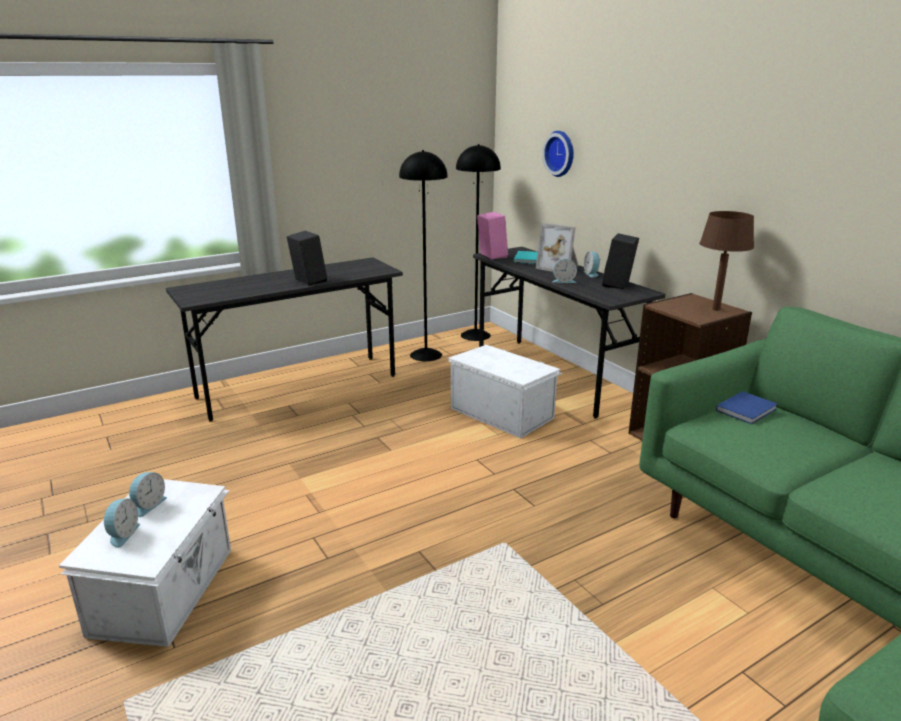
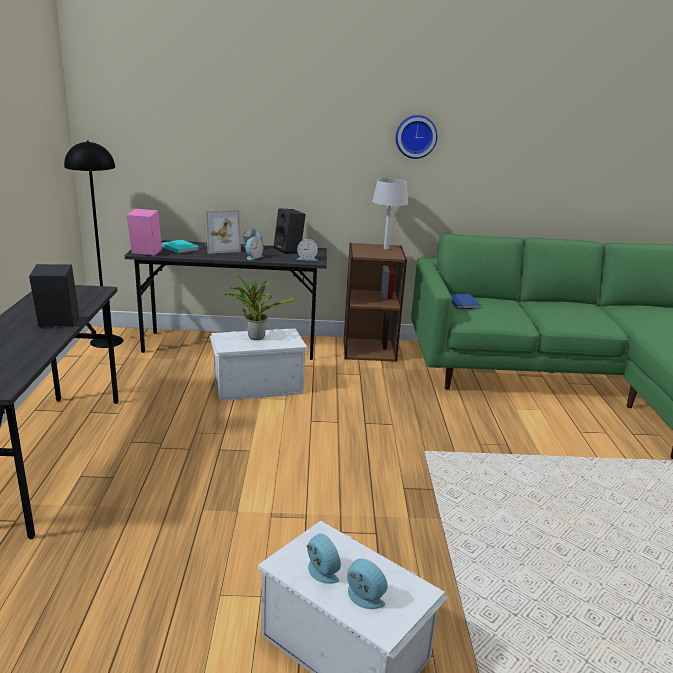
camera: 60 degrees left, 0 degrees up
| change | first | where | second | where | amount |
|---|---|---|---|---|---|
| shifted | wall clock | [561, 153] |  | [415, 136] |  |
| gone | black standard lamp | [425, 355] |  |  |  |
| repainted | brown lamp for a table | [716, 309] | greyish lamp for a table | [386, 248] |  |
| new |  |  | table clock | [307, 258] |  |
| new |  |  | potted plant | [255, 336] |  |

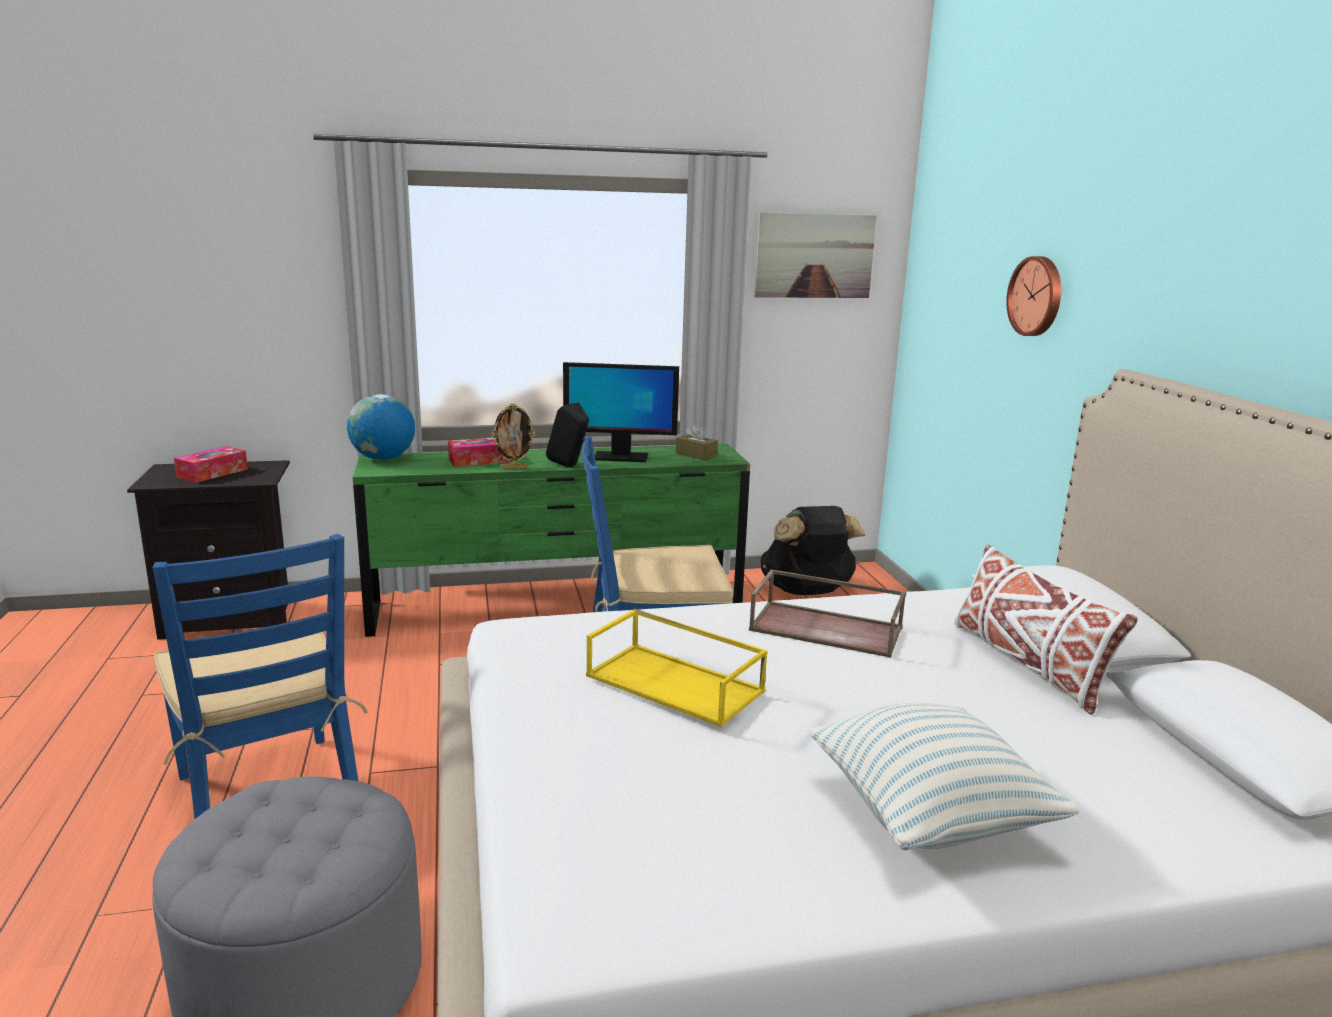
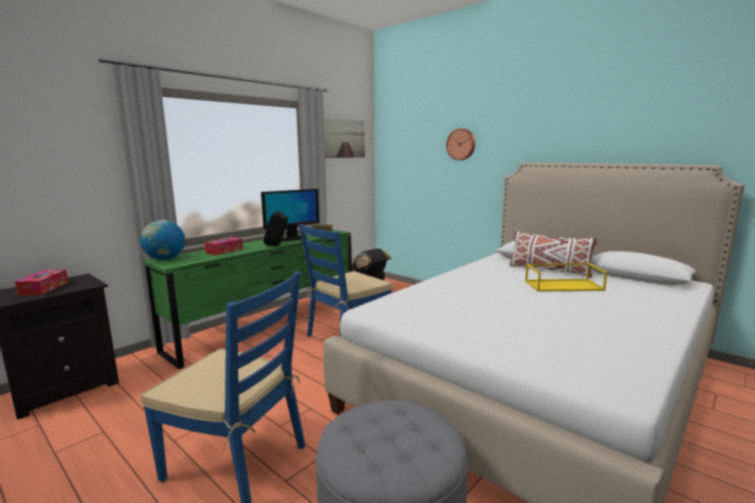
camera: 35 degrees left, 5 degrees down
| change | first | where | second | where | amount |
|---|---|---|---|---|---|
| gone | photo frame | [514, 468] |  |  |  |
| gone | brown carrying tray | [828, 628] |  |  |  |
| shifted | yellow-coloured carrying tray | [677, 683] |  | [564, 285] |  |
| gone | pillow | [929, 816] |  |  |  |

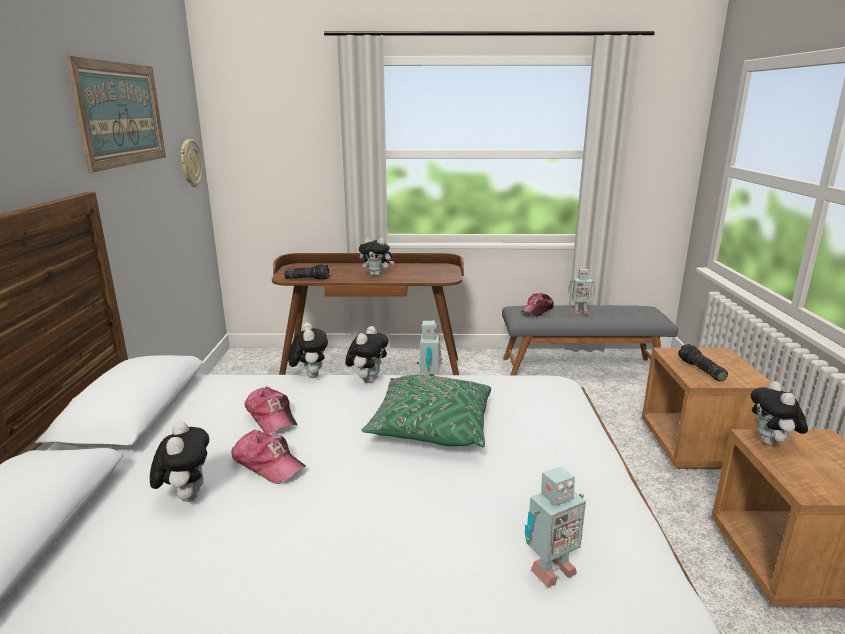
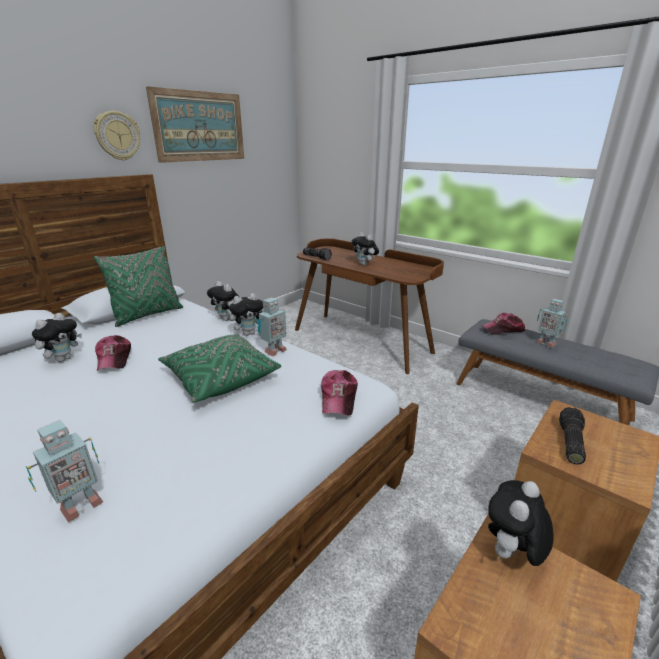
camera: 40 degrees right, 5 degrees up
| change | first | where | second | where | amount |
|---|---|---|---|---|---|
| shifted | wall clock | [190, 163] |  | [117, 136] |  |
| rotated | cuddly toy | [310, 375] |  | [228, 319] | 105 degrees clockwise |
| shifted | baseball cap | [272, 417] |  | [339, 398] |  |
| rotated | toy robot | [549, 570] |  | [79, 505] | 60 degrees counterclockwise |
| new |  |  | greenish pillow | [148, 315] |  |

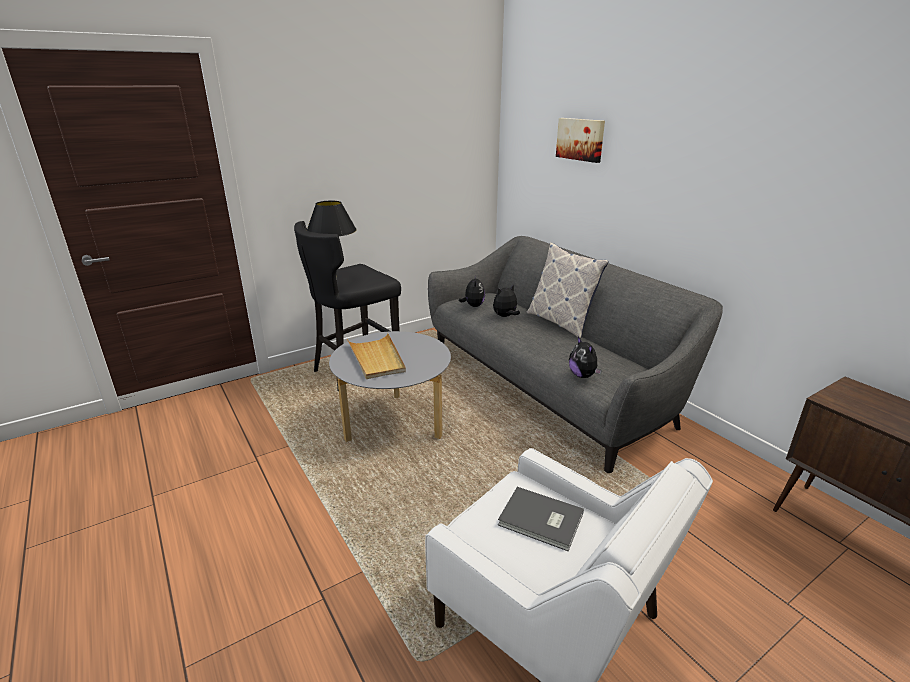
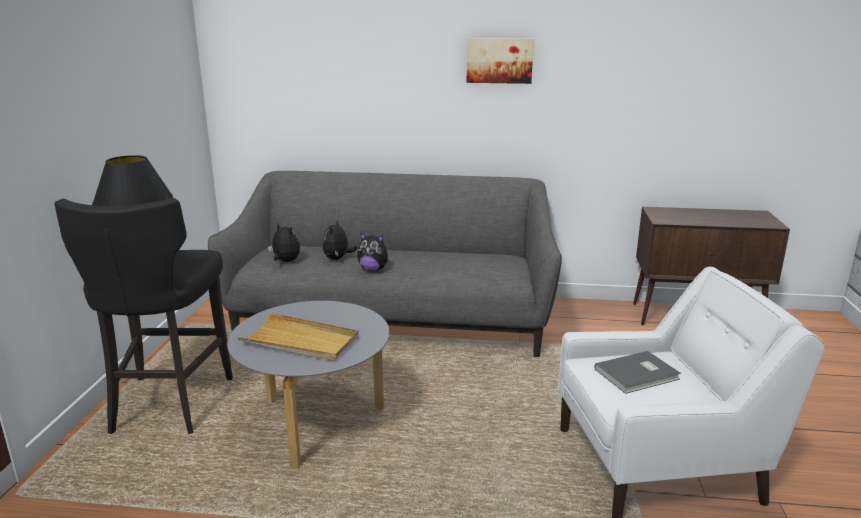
camera: 50 degrees left, 5 degrees down
| change | first | where | second | where | amount |
|---|---|---|---|---|---|
| shifted | wall picture | [581, 139] |  | [499, 60] |  |
| gone | pillow | [561, 322] |  |  |  |
| shifted | cuddly toy | [583, 375] |  | [373, 270] |  |

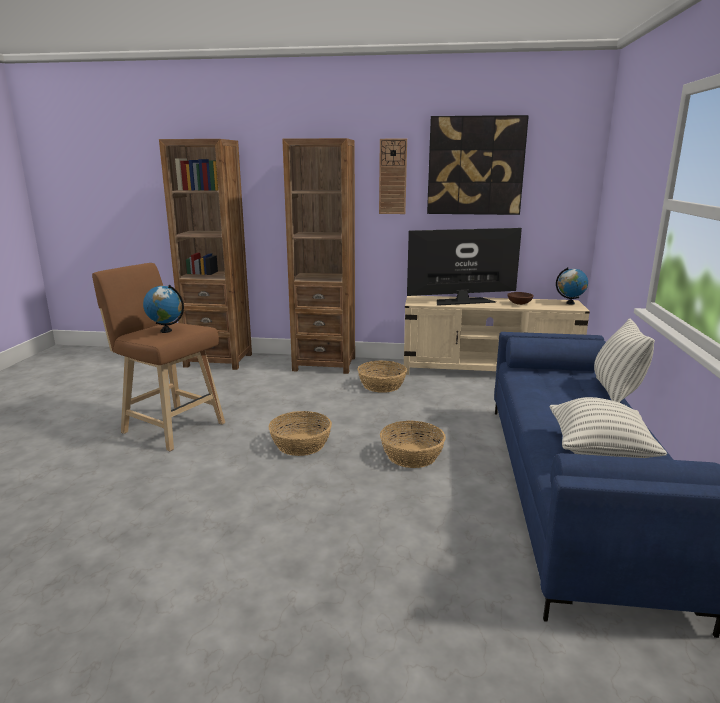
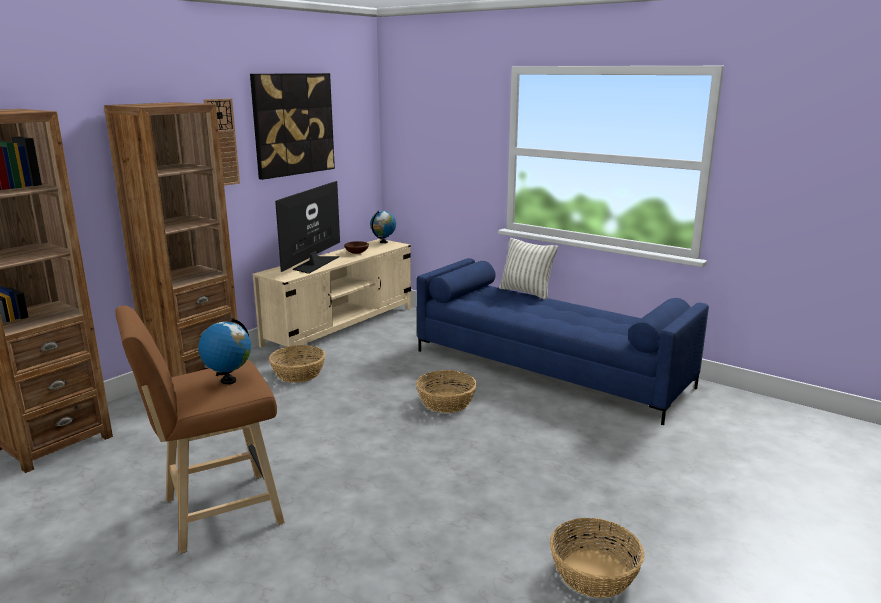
camera: 60 degrees left, 0 degrees up
| change | first | where | second | where | amount |
|---|---|---|---|---|---|
| gone | pillow | [599, 452] |  |  |  |
| shifted | storage basket | [301, 444] |  | [593, 573] |  |

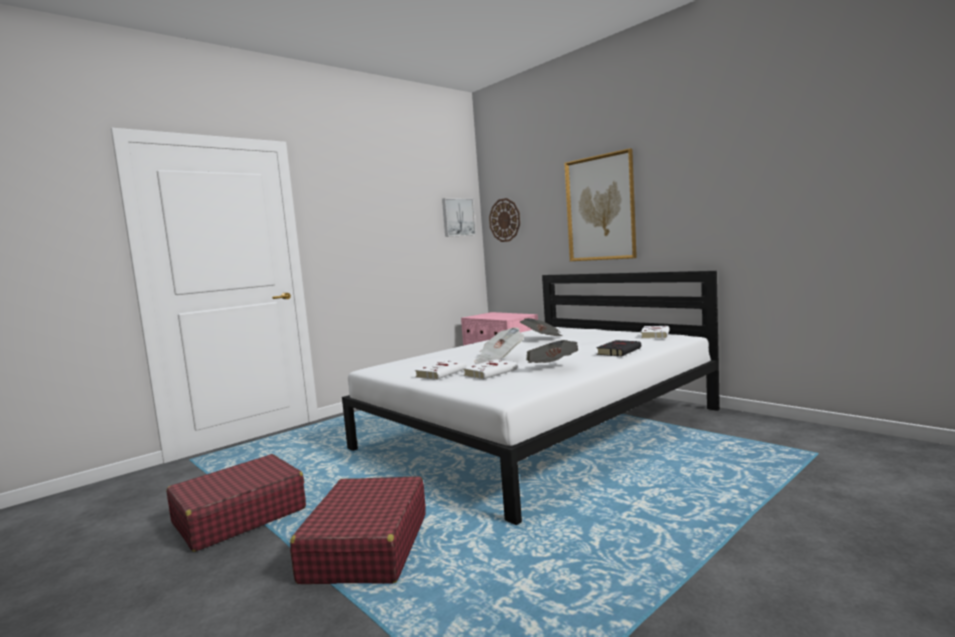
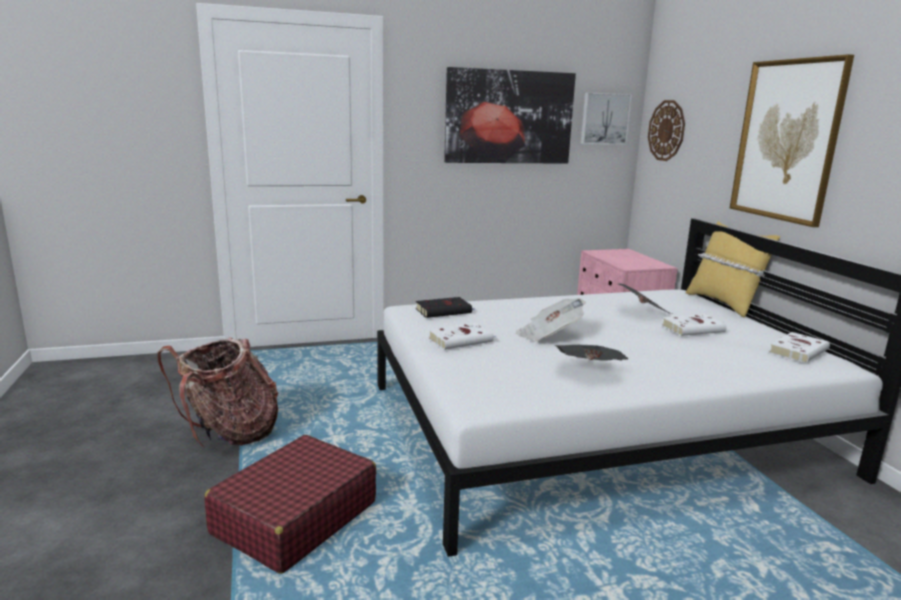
camera: 25 degrees right, 10 degrees up
| change | first | where | second | where | amount |
|---|---|---|---|---|---|
| shifted | black bound book | [619, 351] |  | [445, 311] |  |
| shifted | white bound book | [491, 372] |  | [694, 329] |  |
| swapped | red travel case | [239, 516] | rucksack | [230, 434] |  |
| new |  |  | wall picture | [509, 117] |  |
| new |  |  | yellow-coloured pillow | [723, 304] |  |

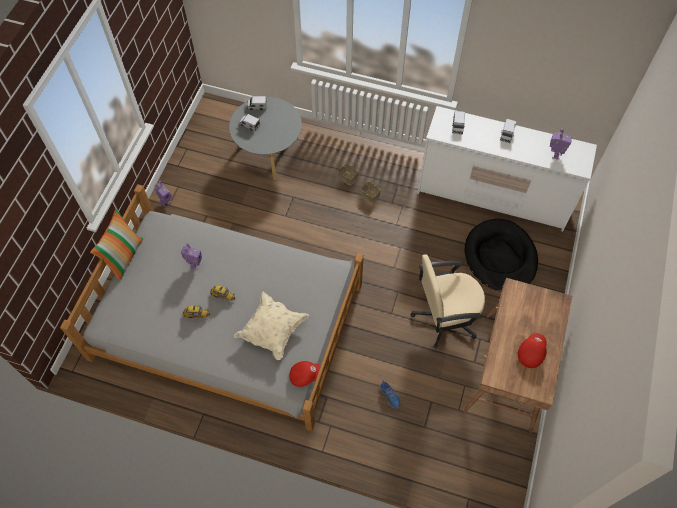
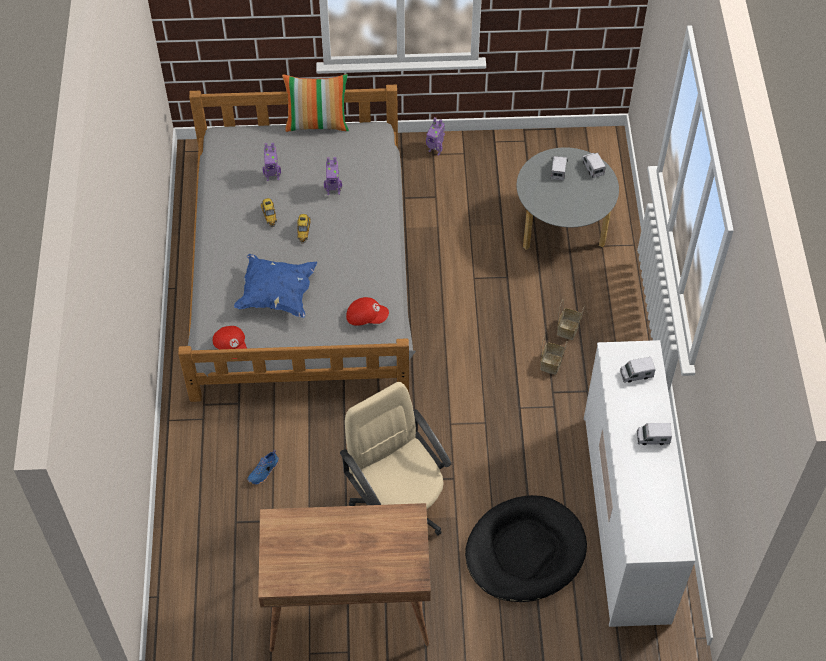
camera: 70 degrees right, 5 degrees down
| change | first | where | second | where | amount |
|---|---|---|---|---|---|
| shifted | toy robot | [555, 154] |  | [272, 176] |  |
| repainted | beige-coloured pillow | [272, 330] | blue-coloured pillow | [276, 294] |  |
| shifted | red baseball cap | [531, 352] |  | [366, 317] |  |

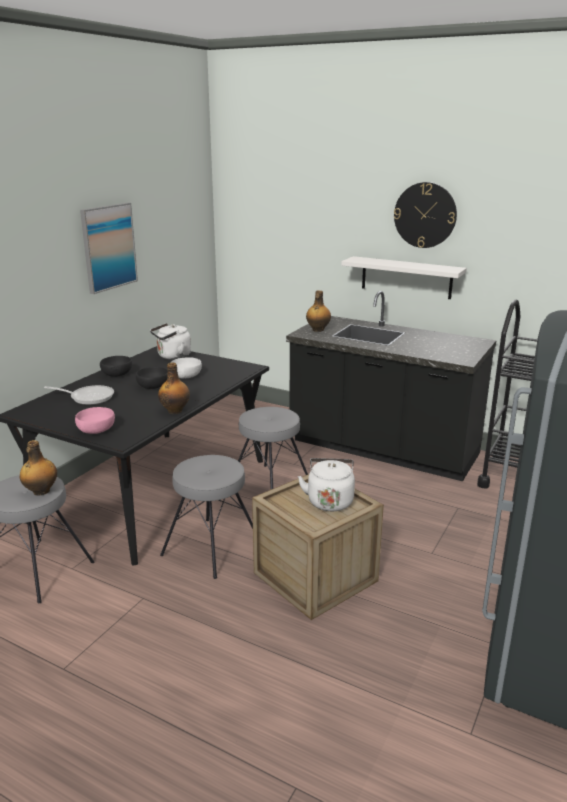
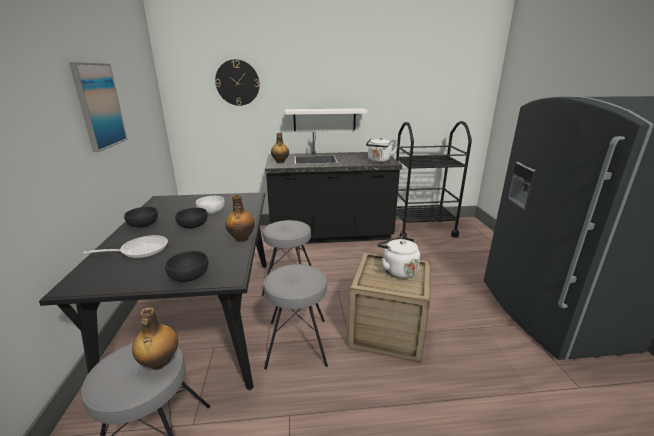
camera: 35 degrees left, 0 degrees up
| change | first | where | second | where | amount |
|---|---|---|---|---|---|
| shifted | wall clock | [425, 215] |  | [237, 83] |  |
| shifted | white tea kettle | [172, 356] |  | [379, 161] |  |
| repainted | pinkish serving bowl | [97, 430] | black serving bowl | [190, 276] |  |

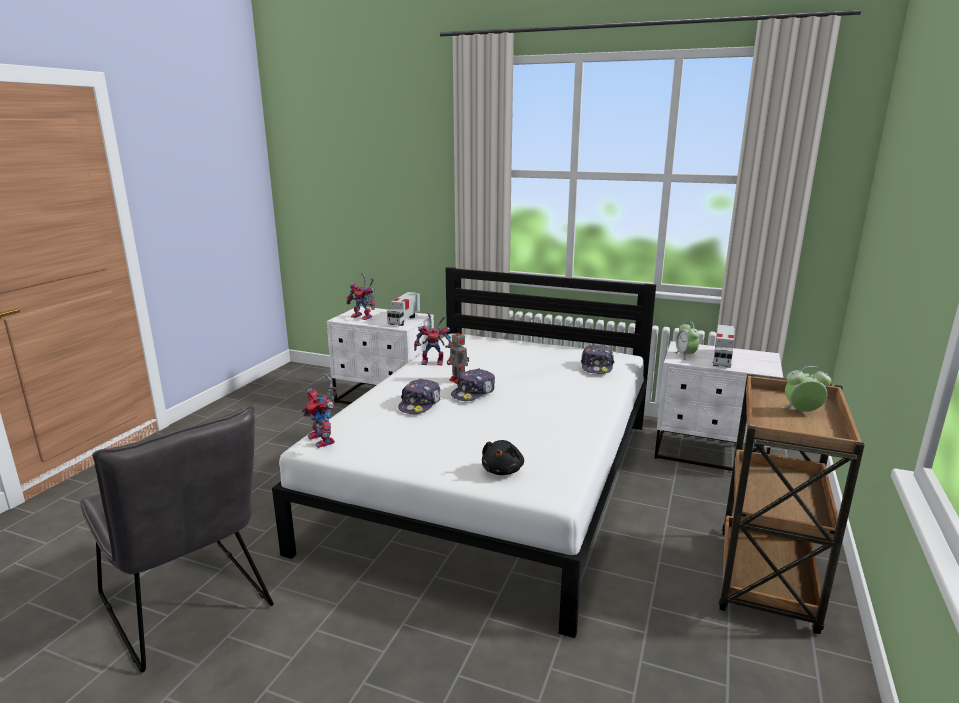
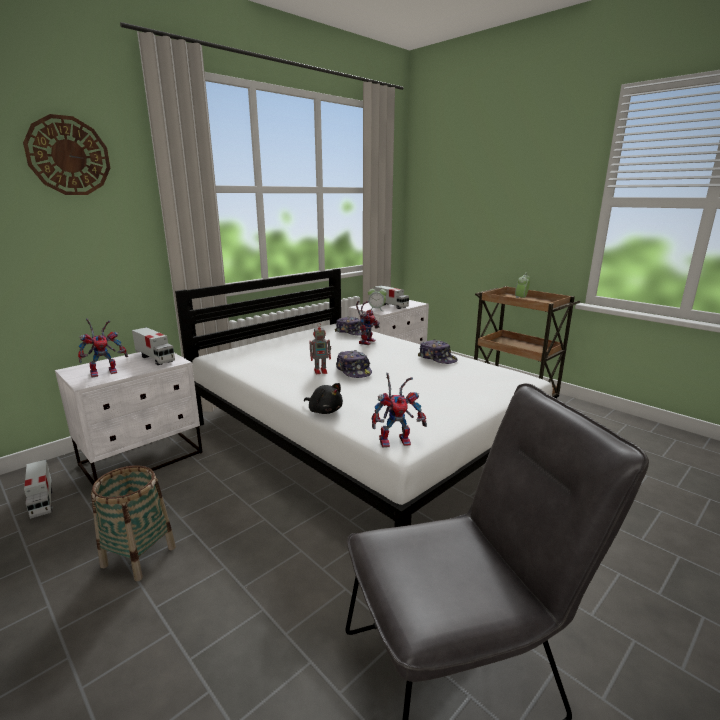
camera: 65 degrees left, 0 degrees up
| change | first | where | second | where | amount |
|---|---|---|---|---|---|
| shifted | toy robot | [434, 362] |  | [366, 341] |  |
| shifted | baseball cap | [420, 404] |  | [437, 358] |  |
| shifted | black cuddly toy | [503, 470] |  | [324, 411] |  |
| new |  |  | wall clock | [68, 156] |  |
| new |  |  | toy truck | [42, 501] |  |
| new |  |  | storage basket | [139, 556] |  |

